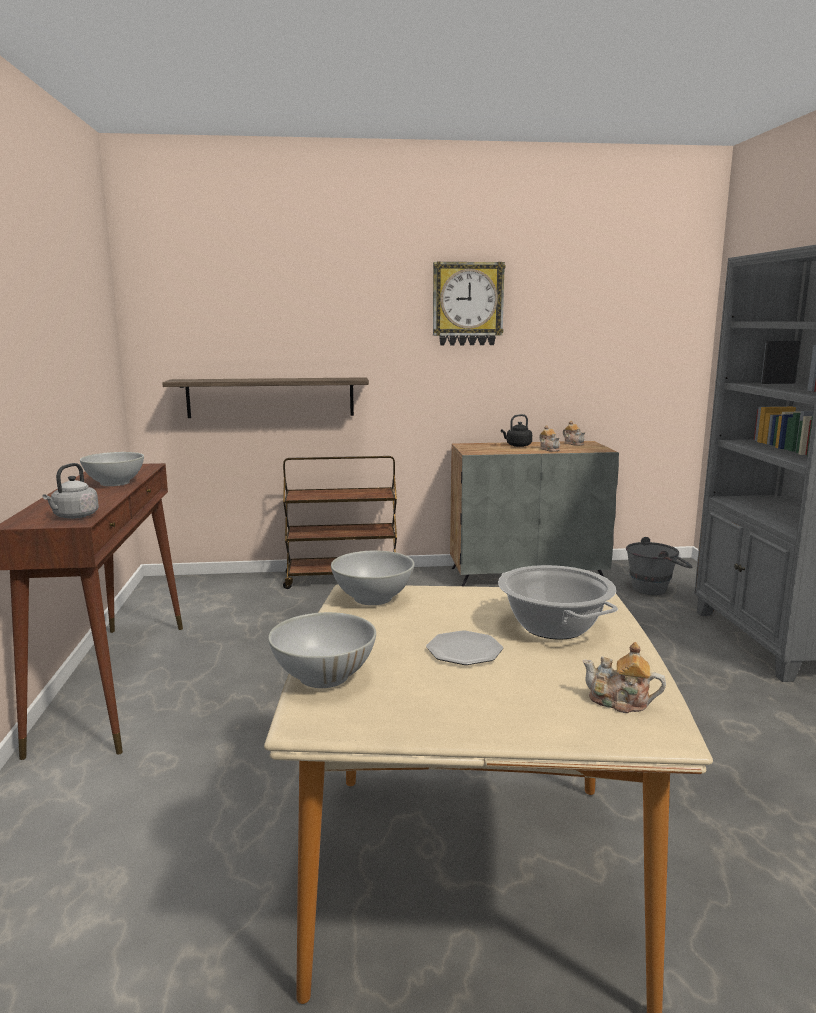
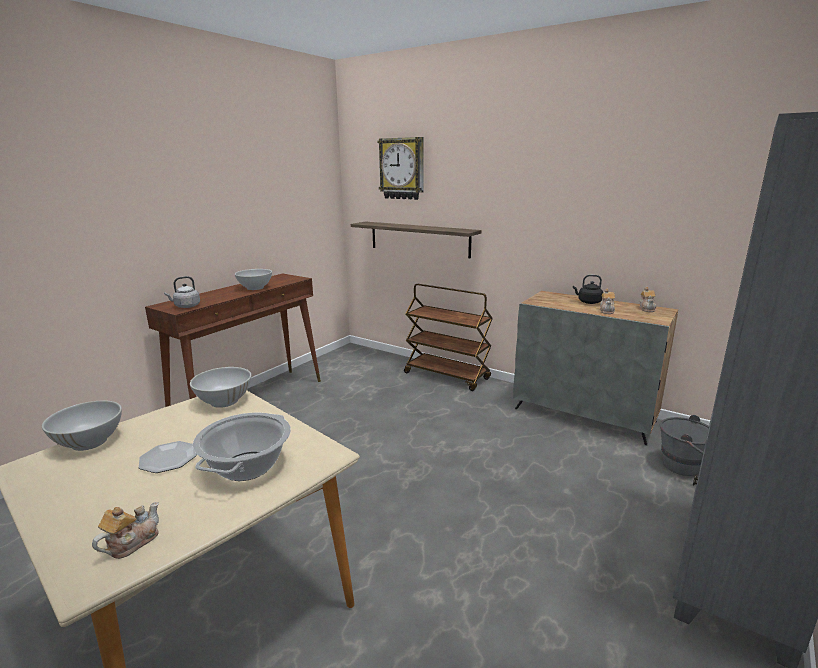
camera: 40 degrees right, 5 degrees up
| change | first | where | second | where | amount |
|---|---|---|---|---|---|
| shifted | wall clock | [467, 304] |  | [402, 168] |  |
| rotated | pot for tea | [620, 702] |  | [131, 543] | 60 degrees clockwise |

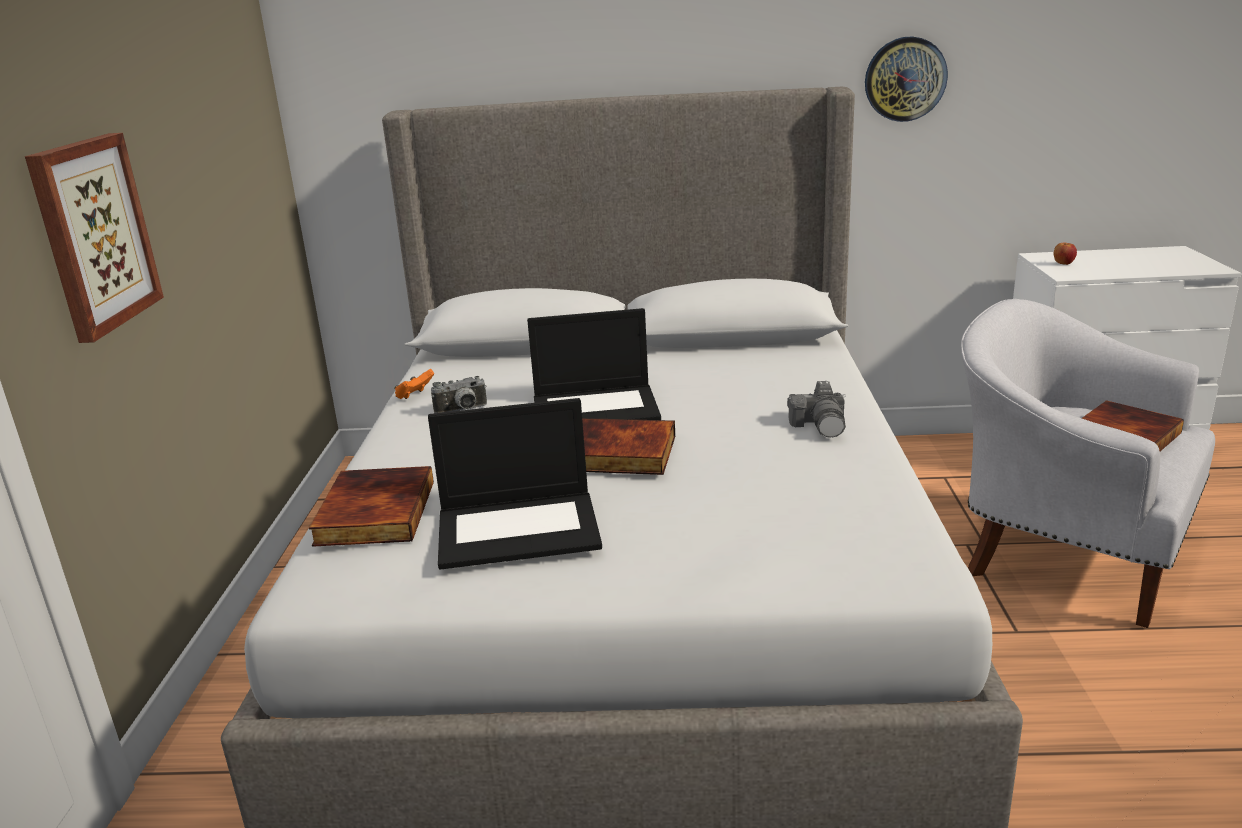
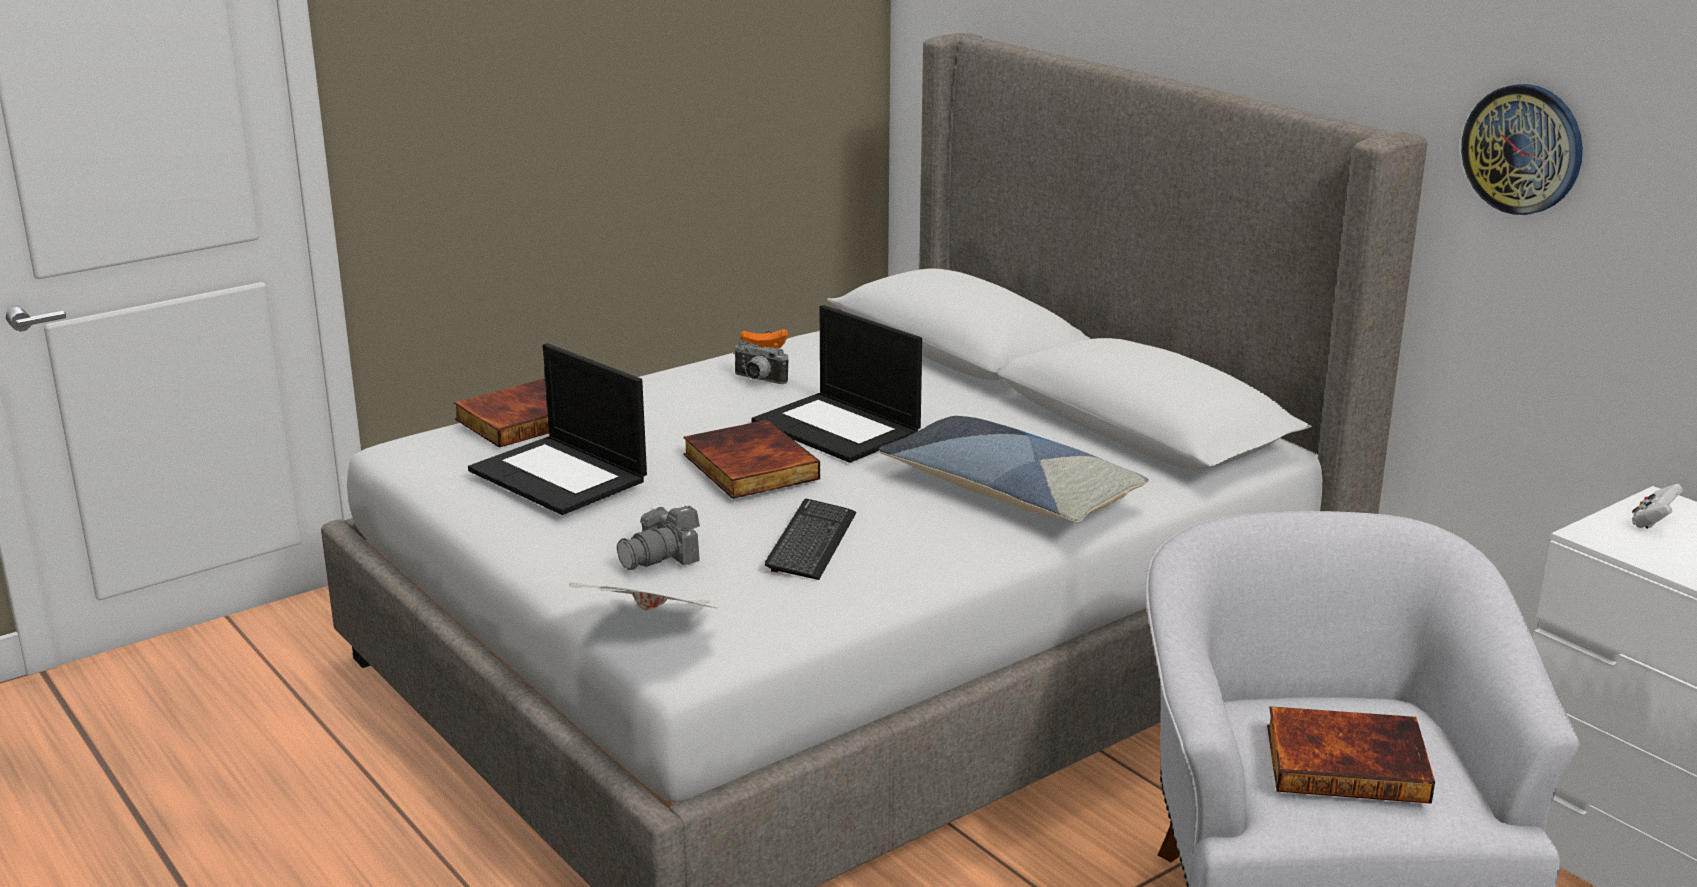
camera: 50 degrees right, 0 degrees up
| change | first | where | second | where | amount |
|---|---|---|---|---|---|
| gone | wall picture | [94, 234] |  |  |  |
| swapped | whole apple | [1063, 263] | white joypad | [1652, 523] |  |
| shifted | photo camera | [821, 425] |  | [662, 557] |  |
| new |  |  | pillow | [1010, 492] |  |
| new |  |  | PC keyboard | [811, 542] |  |
| new |  |  | daily paper | [652, 632] |  |

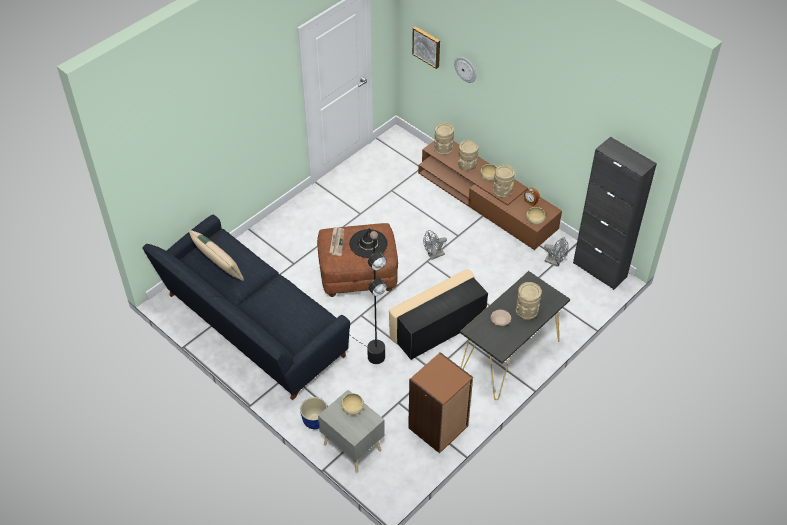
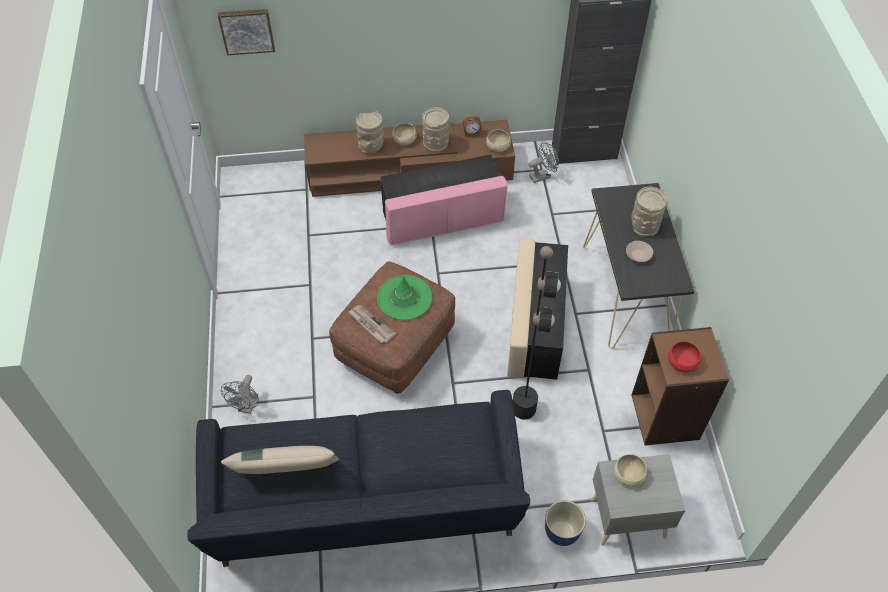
camera: 50 degrees left, 5 degrees up
| change | first | where | second | where | amount |
|---|---|---|---|---|---|
| gone | wall clock | [466, 69] |  |  |  |
| gone | beige-coloured decorative vase | [443, 148] |  |  |  |
| repainted | black clothing hat | [368, 244] | greenish clothing hat | [404, 298] |  |
| shifted | greyish electric fan | [434, 255] |  | [247, 406] |  |
| new |  |  | pinkish footrest | [442, 218] |  |
| new |  |  | red serving bowl | [682, 362] |  |

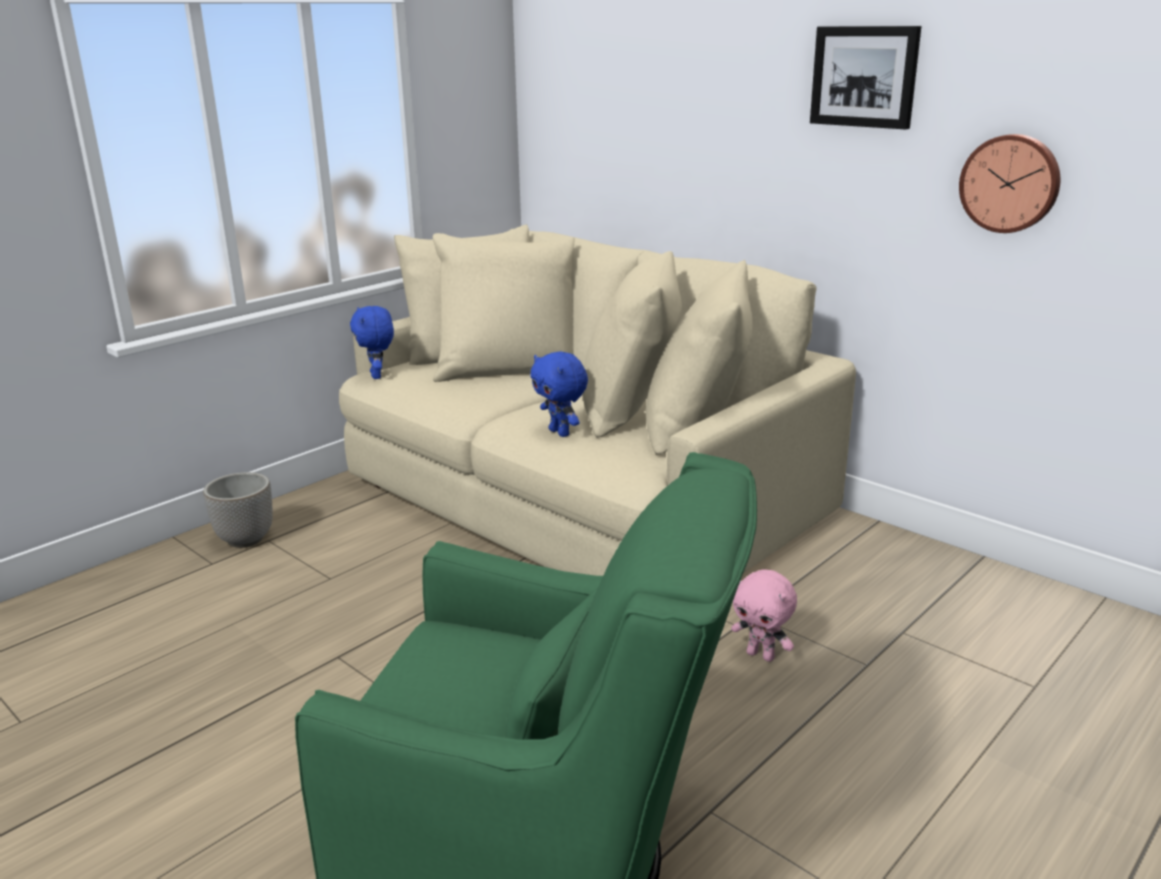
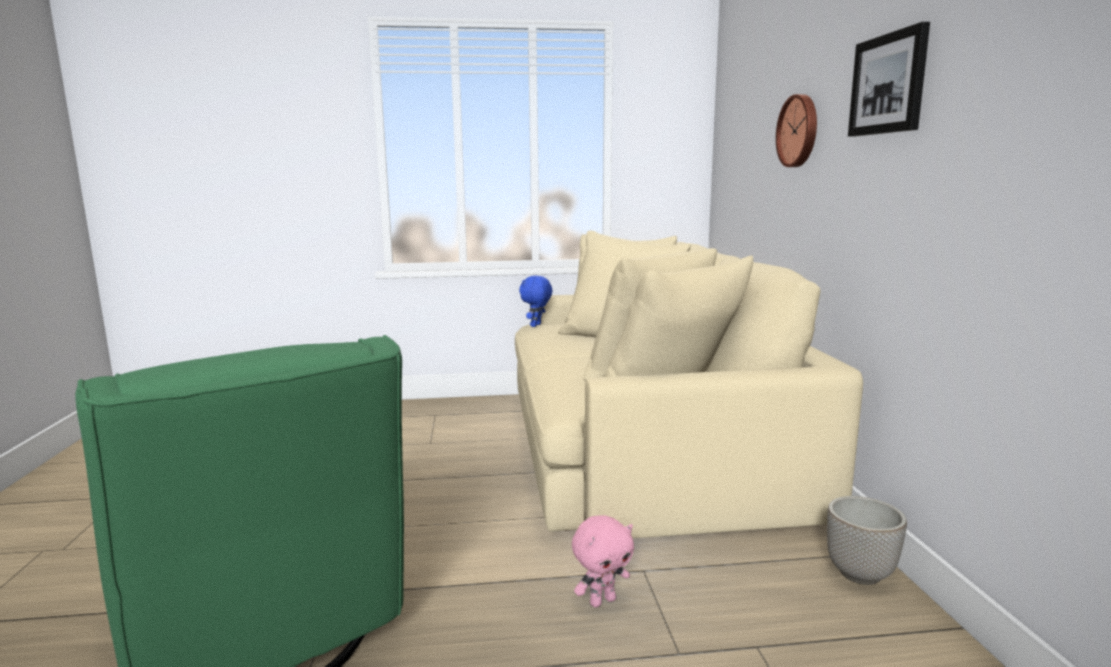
camera: 40 degrees right, 10 degrees down
| change | first | where | second | where | amount |
|---|---|---|---|---|---|
| shifted | wall clock | [1010, 183] |  | [799, 131] |  |
| gone | blue-coloured cuddly toy | [560, 433] |  |  |  |
| shifted | planter | [246, 540] |  | [860, 574] |  |
| rotated | pinkish cuddly toy | [761, 655] |  | [602, 601] | 105 degrees counterclockwise |

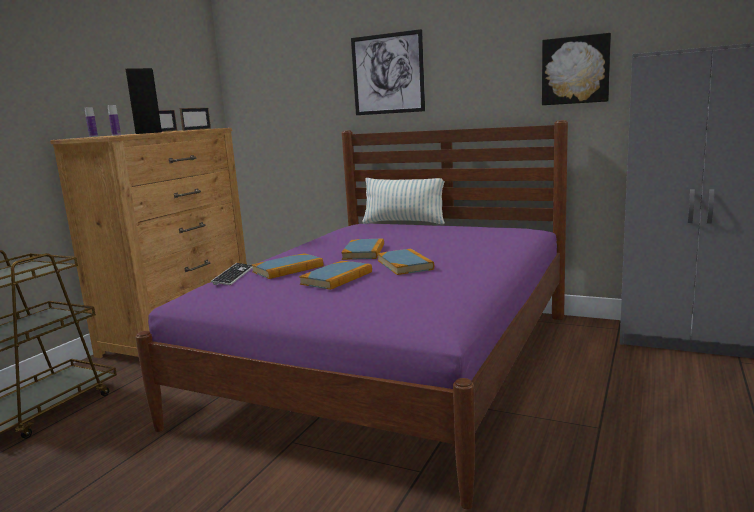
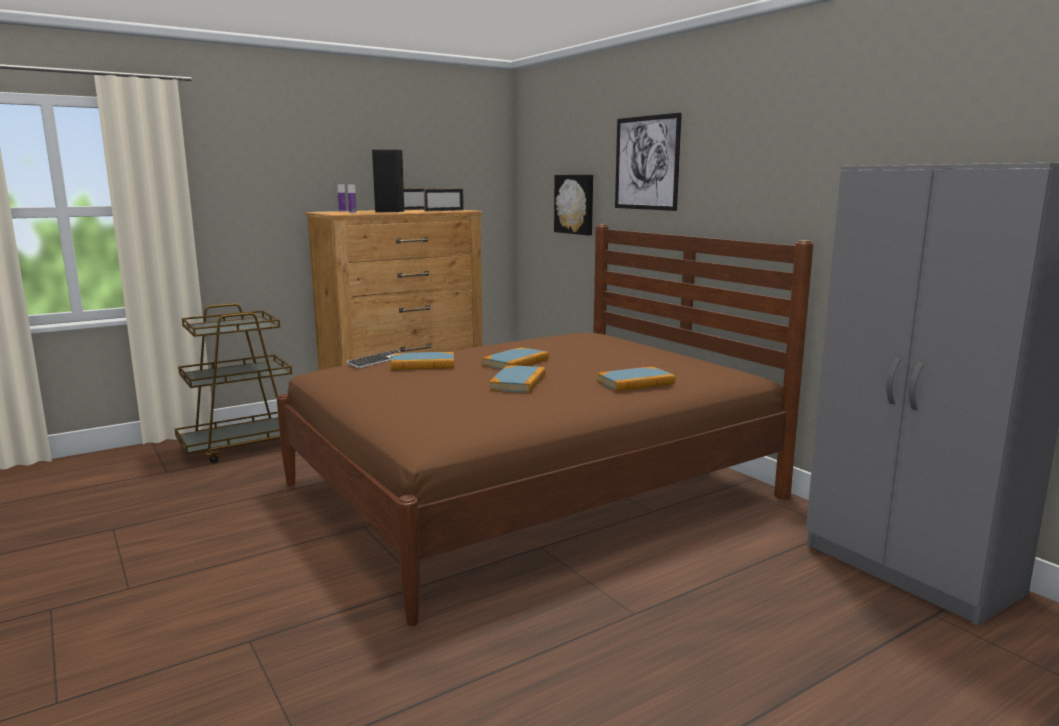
camera: 30 degrees right, 0 degrees up
| change | first | where | second | where | amount |
|---|---|---|---|---|---|
| shifted | wall picture | [575, 70] |  | [575, 204] |  |
| repainted | purple bed | [392, 365] | brown bed | [532, 491] |  |
| gone | pillow | [404, 222] |  |  |  |
| shifted | bound book | [337, 278] |  | [635, 382] |  |

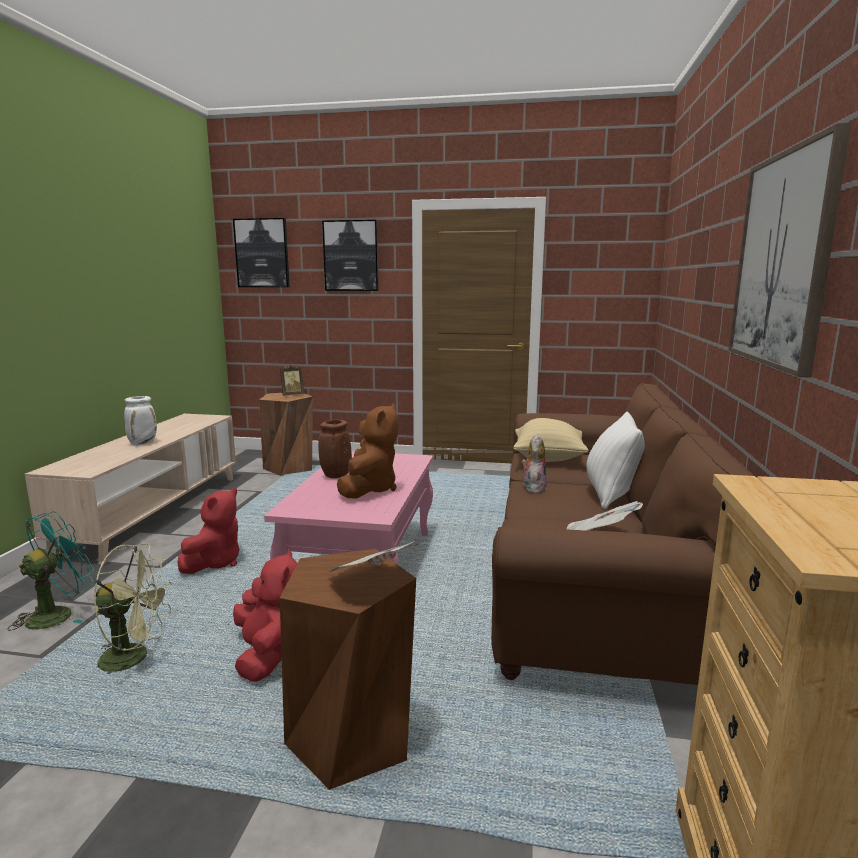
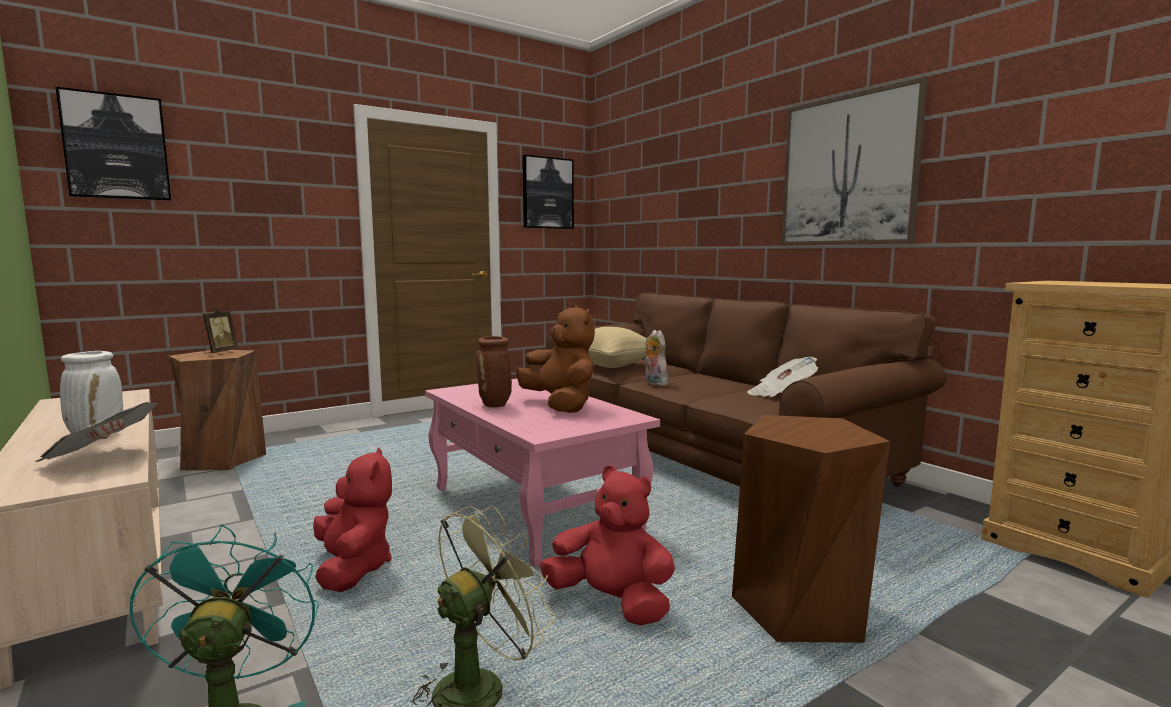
camera: 45 degrees left, 5 degrees down
| change | first | where | second | where | amount |
|---|---|---|---|---|---|
| shifted | wall picture | [351, 256] |  | [547, 193] |  |
| gone | white pillow | [611, 494] |  |  |  |
| shifted | daily paper | [376, 581] |  | [102, 457] |  |

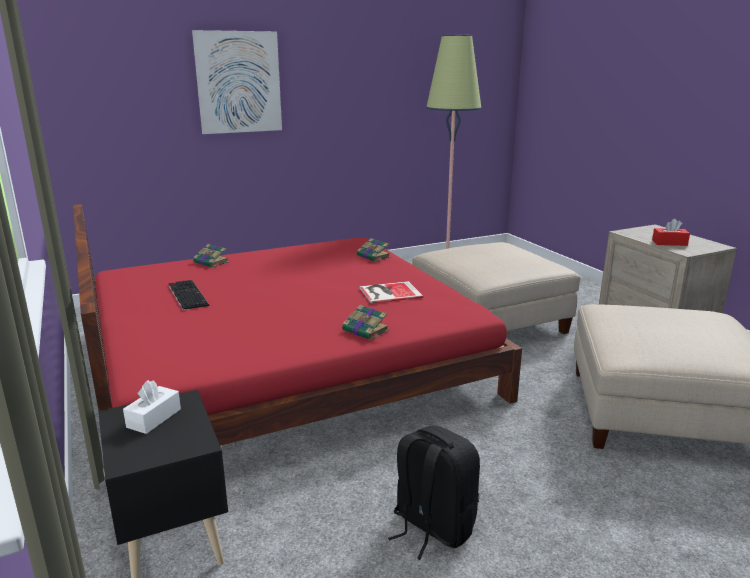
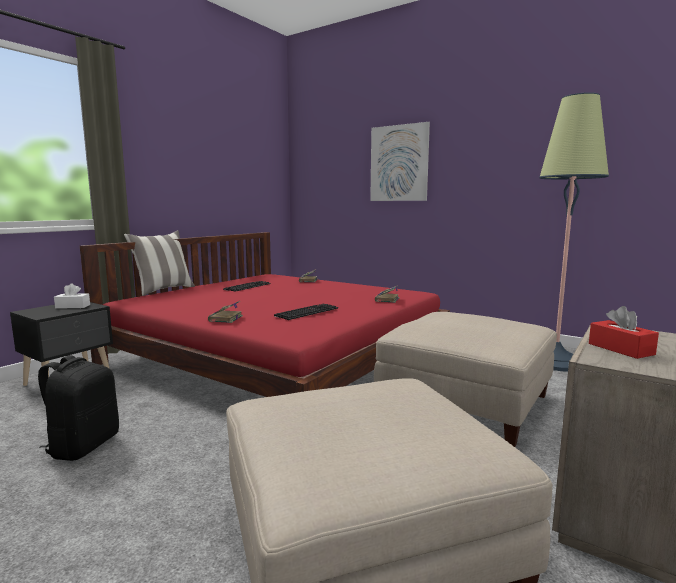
camera: 60 degrees right, 10 degrees down
| change | first | where | second | where | amount |
|---|---|---|---|---|---|
| swapped | bound book | [388, 292] | PC keyboard | [307, 312] |  |
| new |  |  | pillow | [163, 290] |  |

